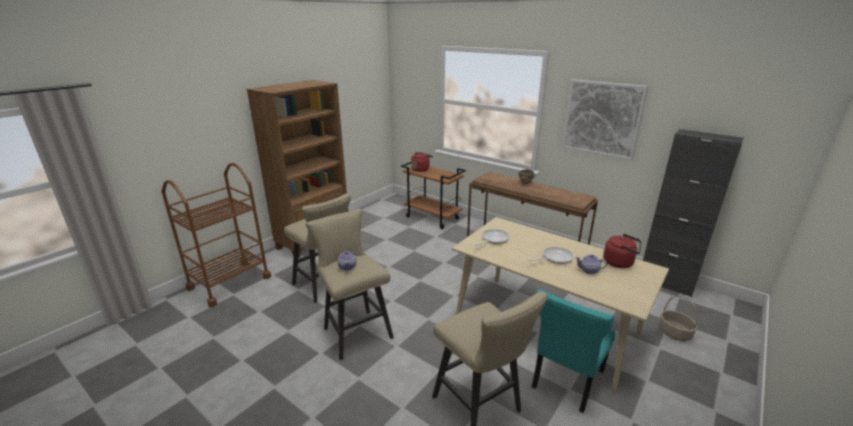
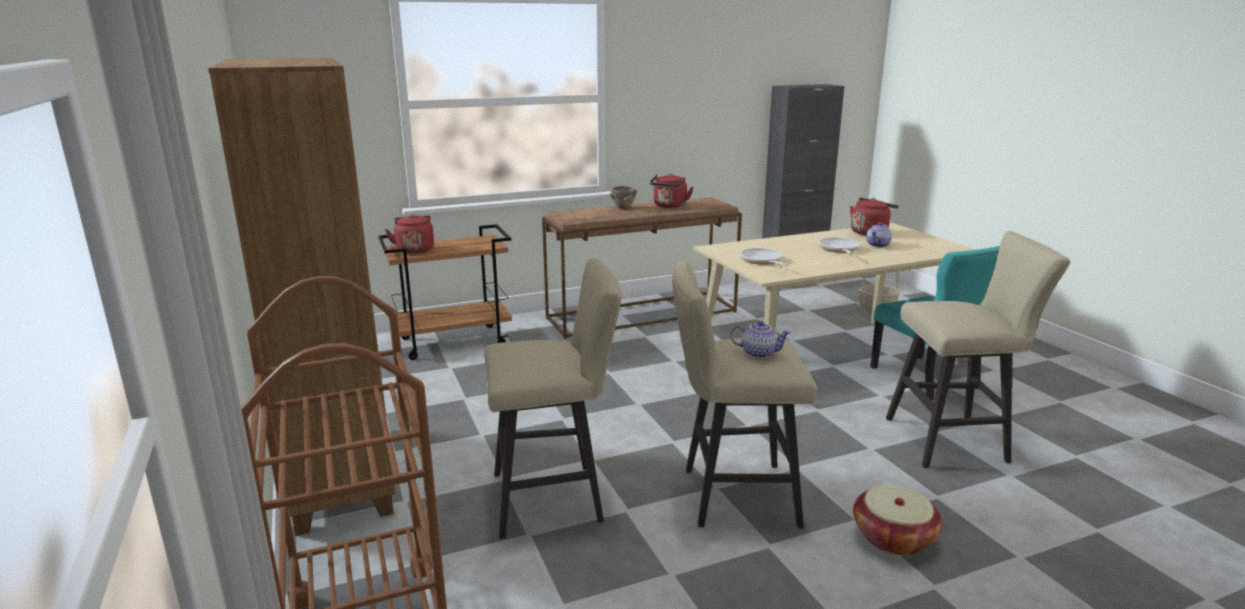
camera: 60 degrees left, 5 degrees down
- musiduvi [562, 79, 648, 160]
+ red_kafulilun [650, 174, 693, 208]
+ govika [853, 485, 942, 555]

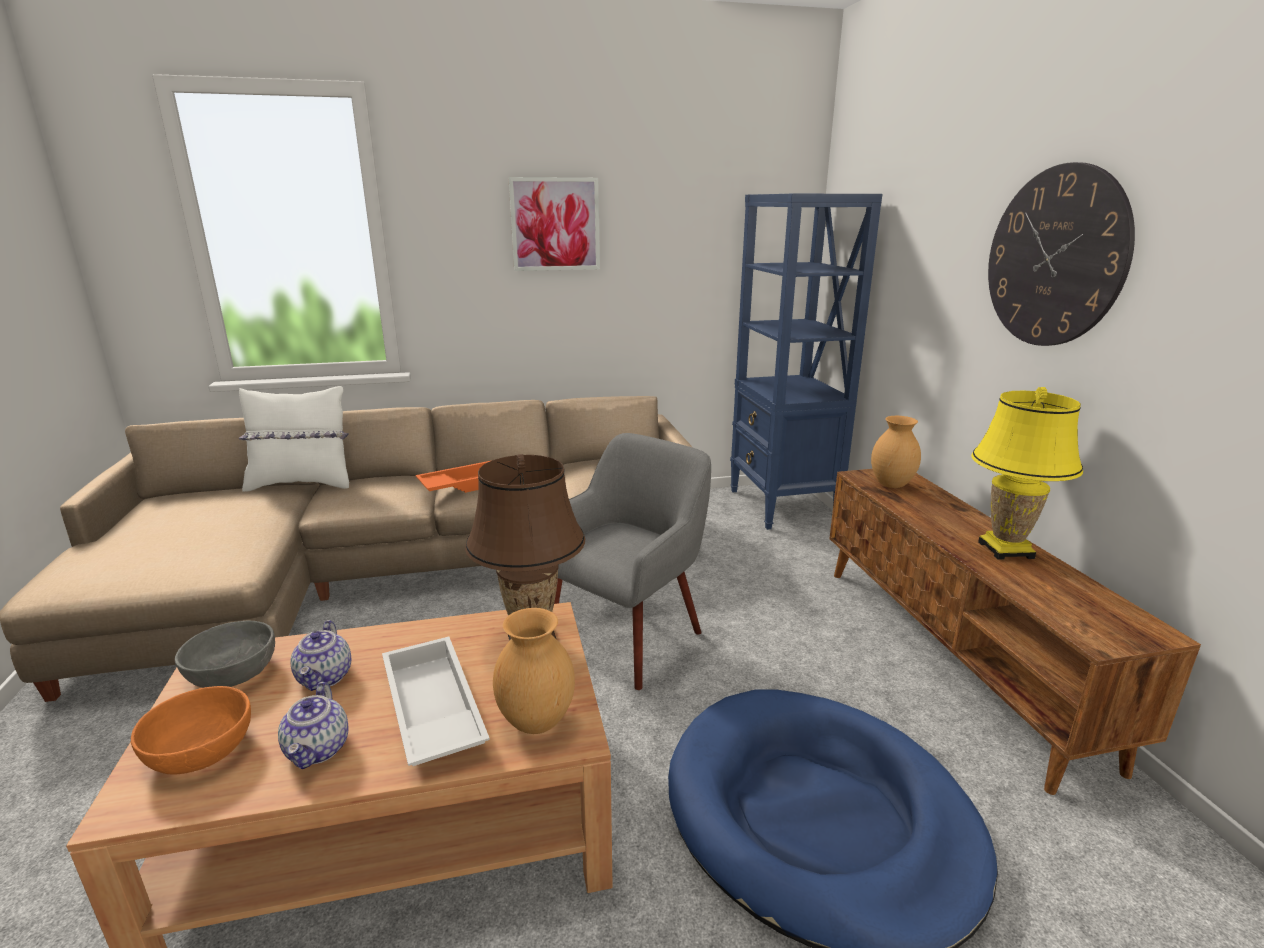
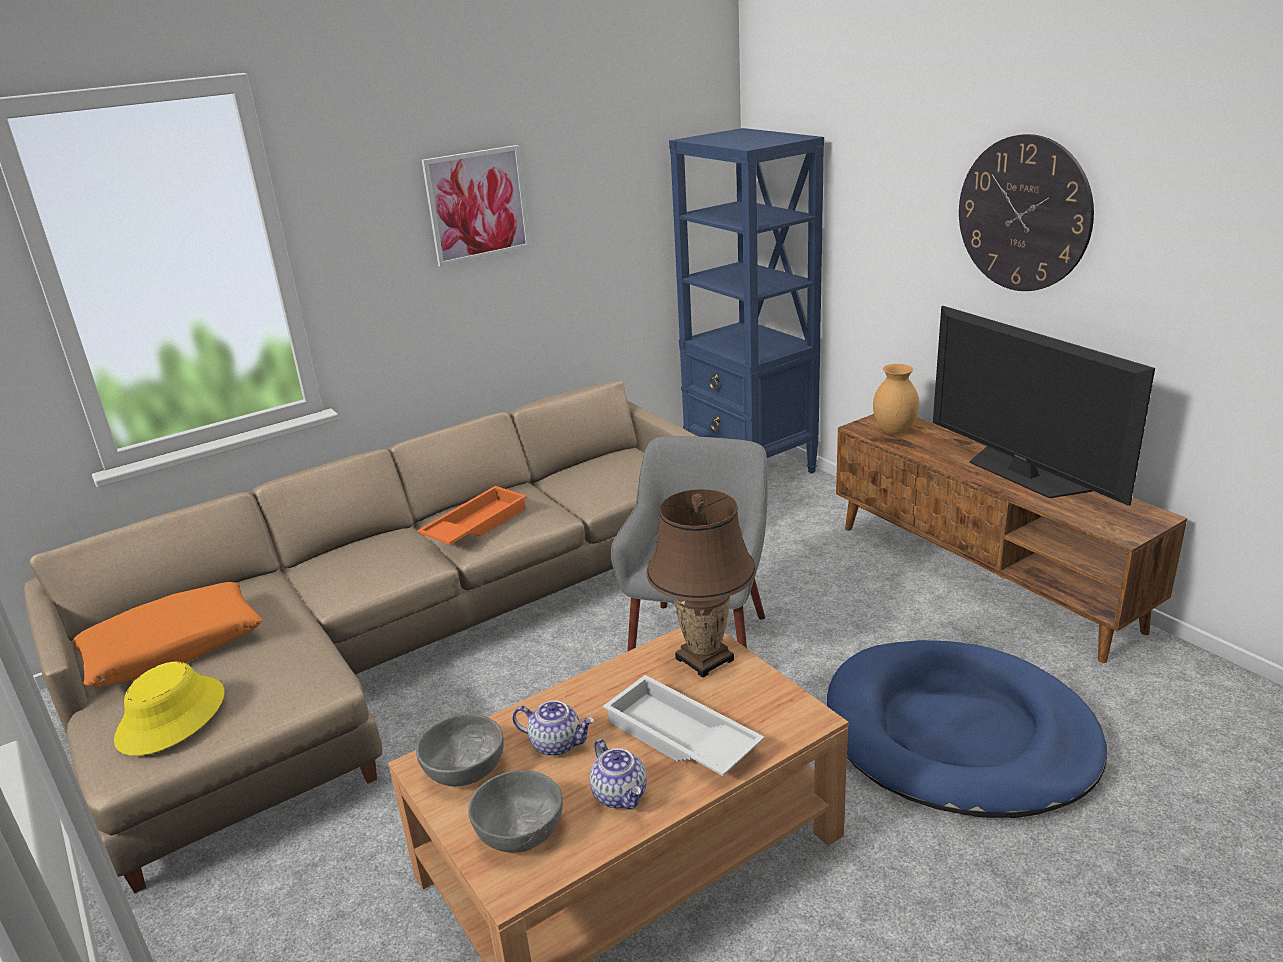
camera: 20 degrees left, 5 degrees up
- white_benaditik [238, 386, 349, 492]
~ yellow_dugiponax [971, 387, 1083, 560] to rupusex [933, 306, 1155, 506]
- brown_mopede [493, 608, 575, 734]
~ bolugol [290, 620, 351, 691] = [512, 700, 595, 756] 45 degrees counterclockwise
~ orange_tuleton [131, 686, 251, 774] to grey_tuleton [468, 770, 563, 853]
+ orange_benaditik [72, 582, 262, 687]
+ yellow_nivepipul [114, 662, 224, 756]

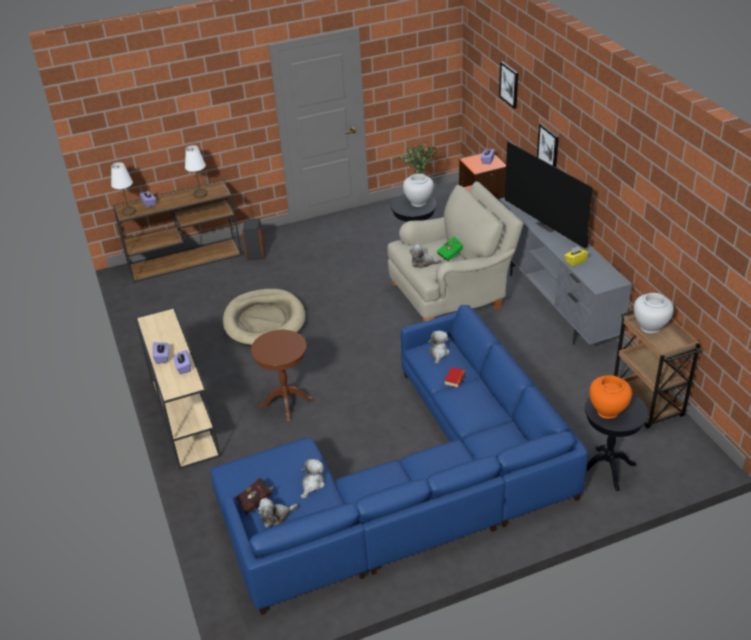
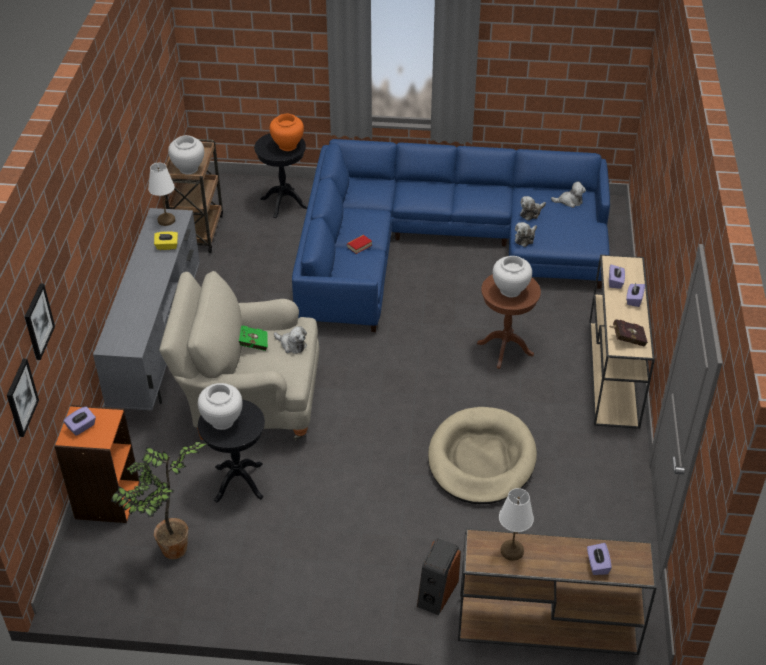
camera: 155 degrees left, 5 degrees up
~ musiduvi [537, 123, 559, 167] to [7, 359, 39, 437]
- rupusex [505, 141, 593, 248]
~ white_dugiponax [111, 162, 136, 216] to [148, 163, 175, 226]
~ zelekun [428, 330, 450, 365] to [515, 222, 537, 247]
~ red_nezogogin [235, 477, 274, 515] to [610, 319, 648, 347]
+ white_mopede [493, 256, 532, 298]

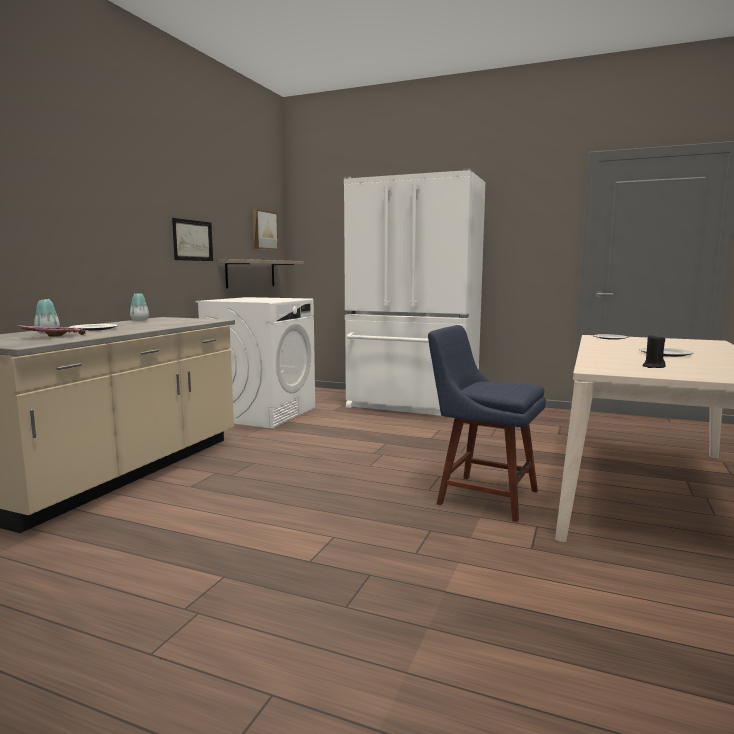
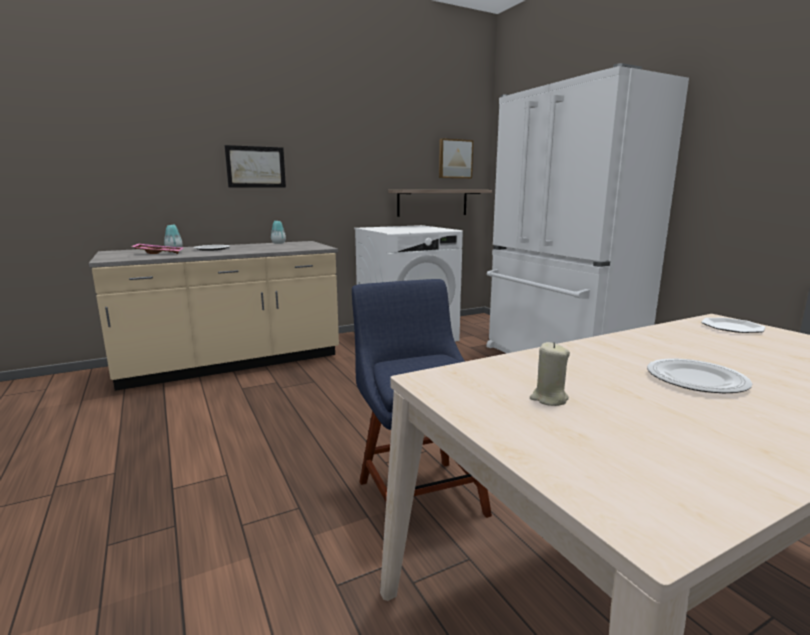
camera: 40 degrees right, 5 degrees up
~ musiduvi [172, 218, 213, 261] to [225, 145, 286, 188]
~ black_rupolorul [643, 334, 666, 368] to beige_rupolorul [530, 342, 570, 406]

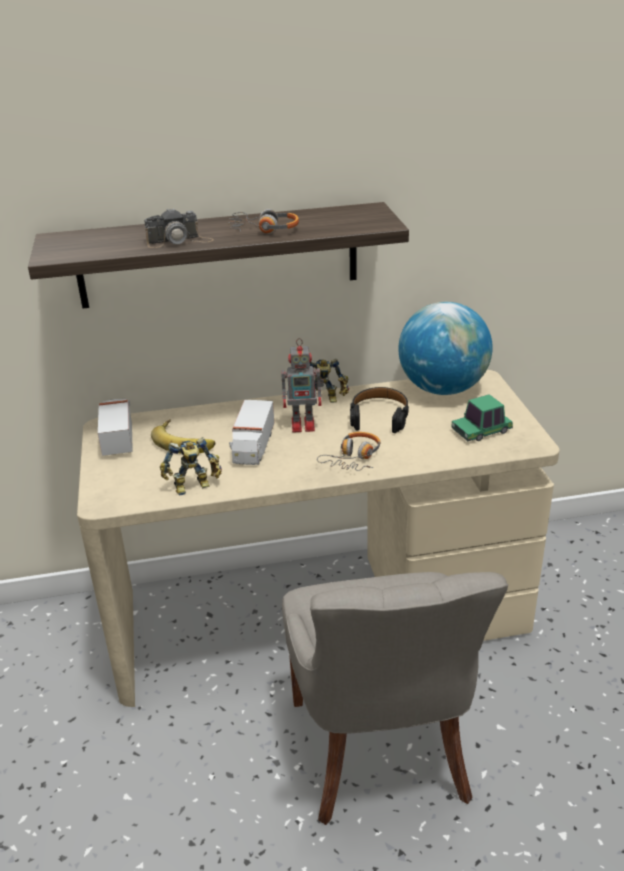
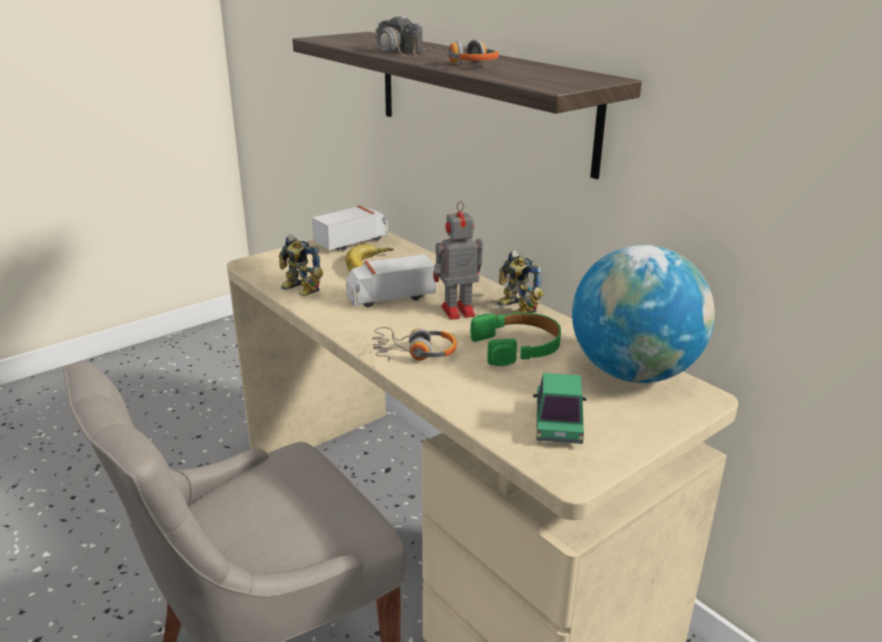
camera: 60 degrees right, 5 degrees down
~ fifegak [281, 338, 324, 432] = [433, 201, 483, 320] 105 degrees clockwise
~ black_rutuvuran [350, 387, 408, 433] to green_rutuvuran [470, 313, 561, 366]
~ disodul [451, 394, 513, 441] = [533, 373, 586, 444] 60 degrees clockwise

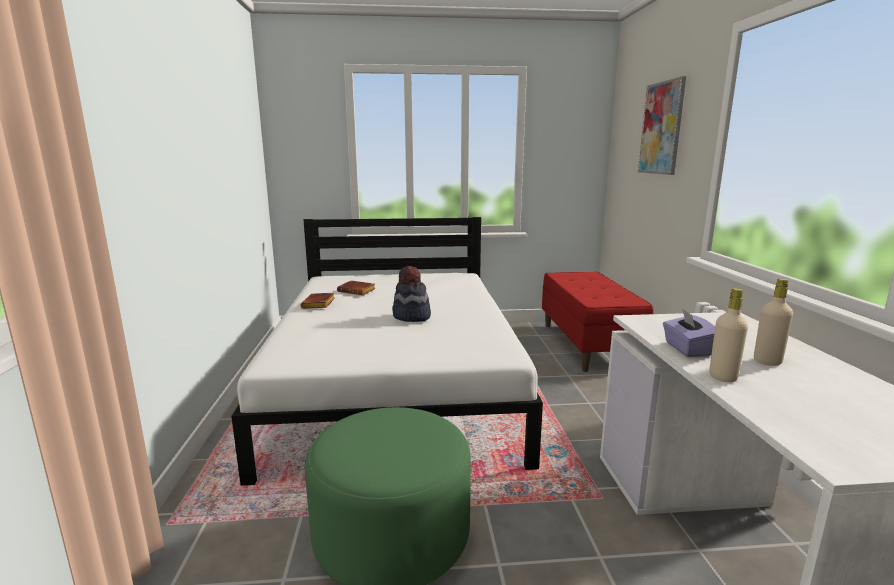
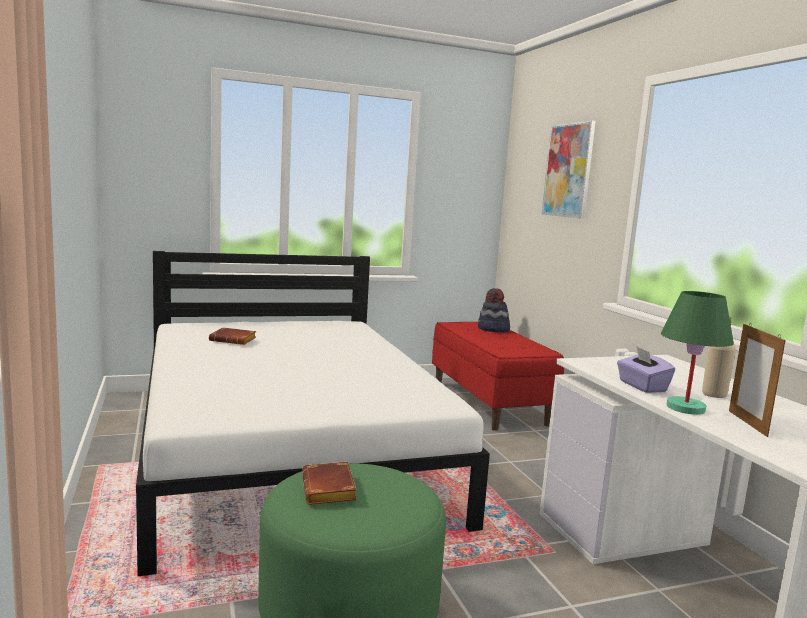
camera: 15 degrees left, 5 degrees down
~ nivepipul [392, 266, 431, 322] to [478, 288, 510, 332]
~ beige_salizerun [709, 288, 748, 382] to green_dugiponax [661, 291, 734, 415]
~ brown_nezogogin [300, 293, 335, 309] to [302, 462, 357, 505]
+ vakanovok [729, 323, 786, 437]

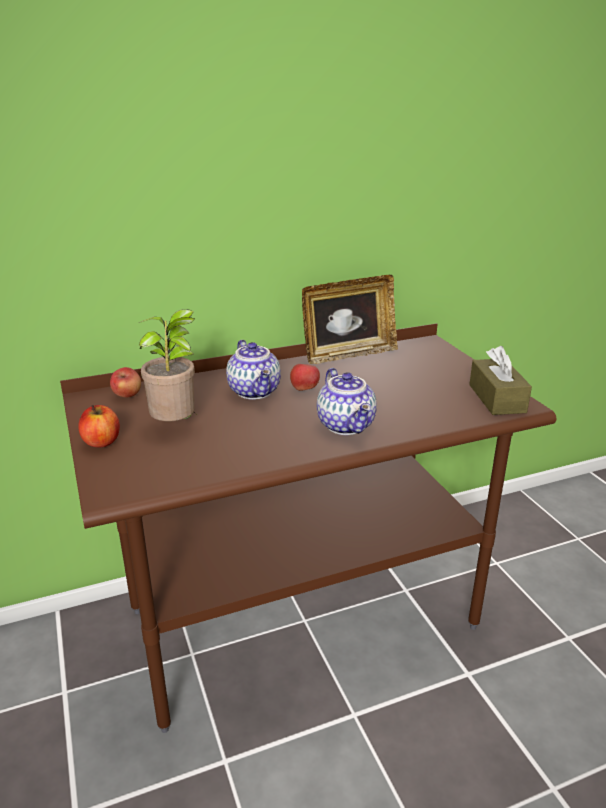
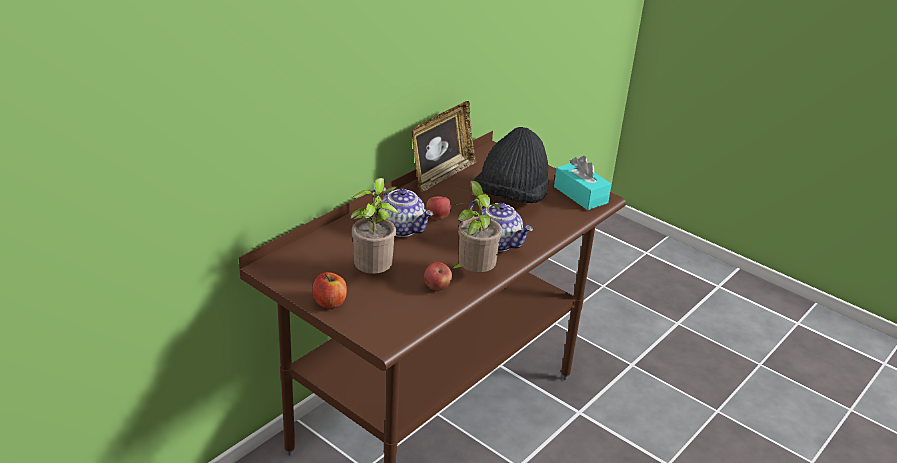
camera: 30 degrees left, 5 degrees up
~ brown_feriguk [469, 346, 532, 415] to turquoise_feriguk [554, 156, 612, 210]
~ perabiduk [110, 367, 141, 398] to [424, 262, 452, 290]
+ black_nivepipul [474, 127, 549, 203]
+ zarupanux [451, 180, 502, 273]

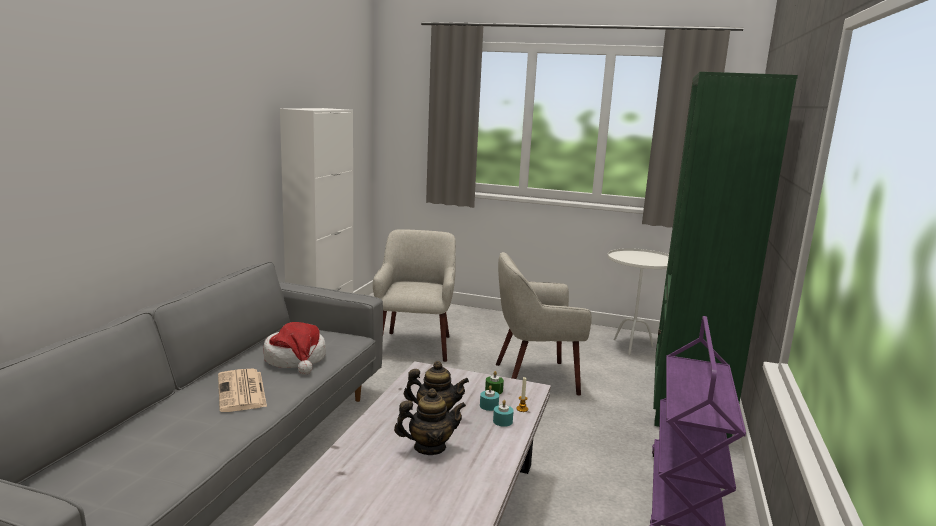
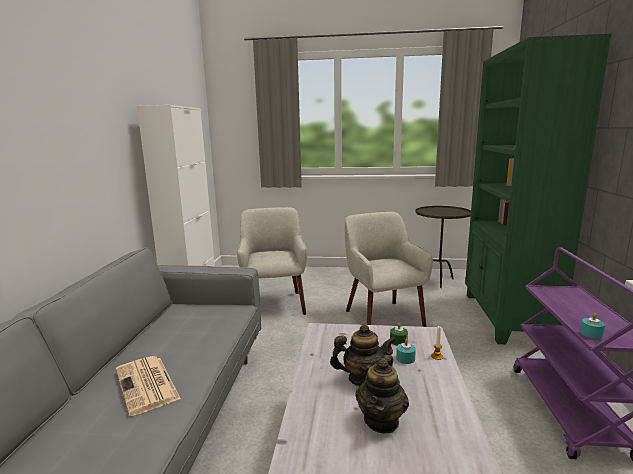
camera: 10 degrees left, 0 degrees up
~ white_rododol [608, 248, 669, 355] to brown_rododol [415, 206, 471, 288]
~ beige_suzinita [496, 252, 592, 396] = [345, 212, 433, 327] 90 degrees clockwise
- nivepipul [263, 322, 326, 375]
~ bolugol [394, 388, 466, 455] = [355, 355, 409, 434] 135 degrees clockwise
~ turquoise_rupolorul [493, 400, 514, 427] to [580, 313, 605, 339]

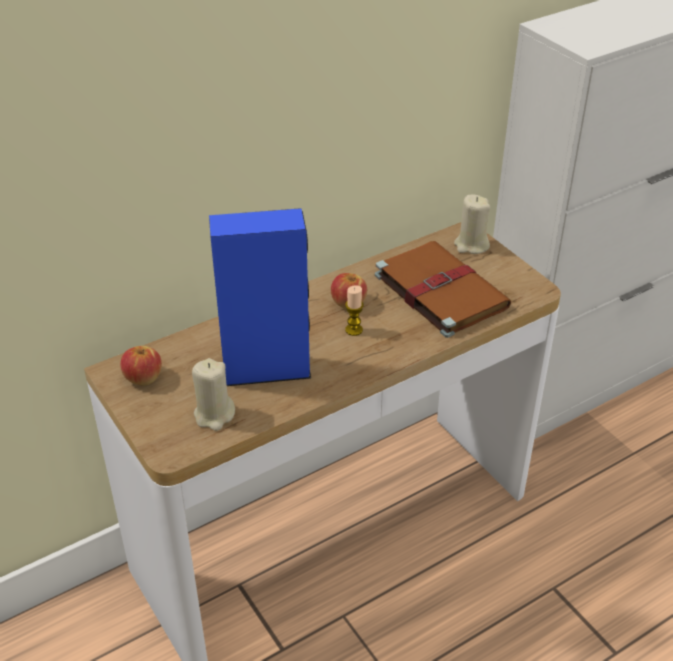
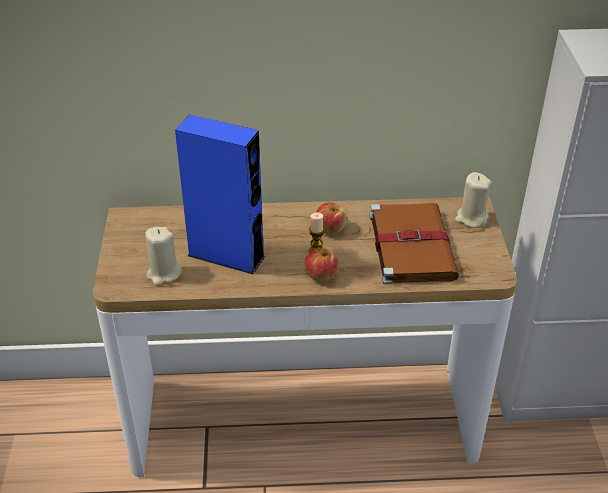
camera: 30 degrees right, 0 degrees up
~ perabiduk [120, 346, 162, 385] to [305, 248, 339, 282]

